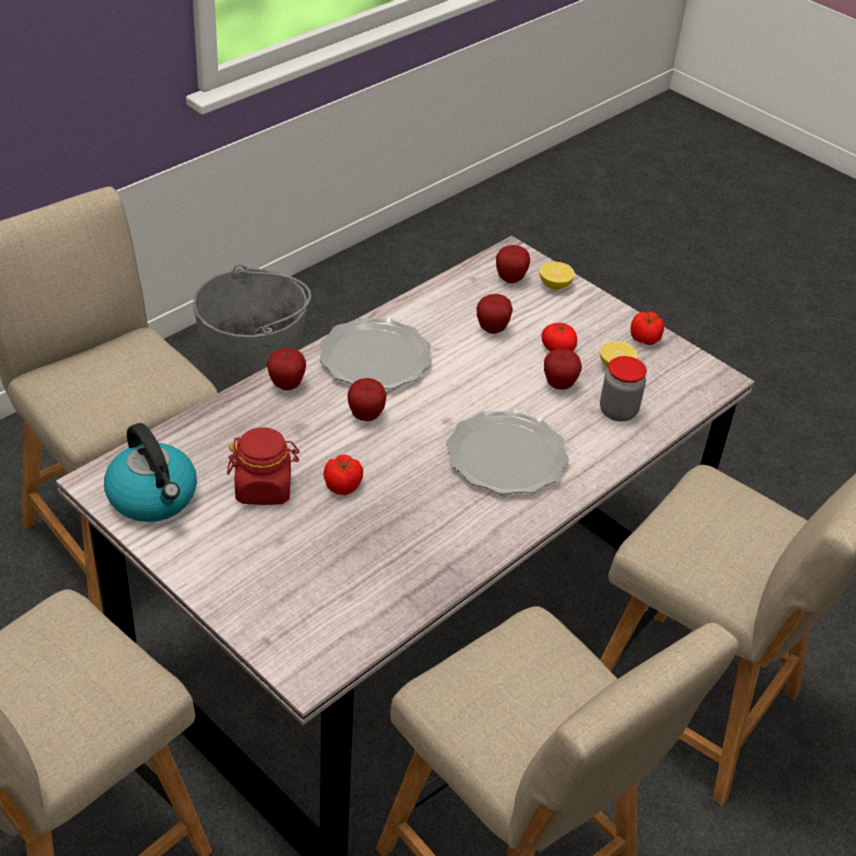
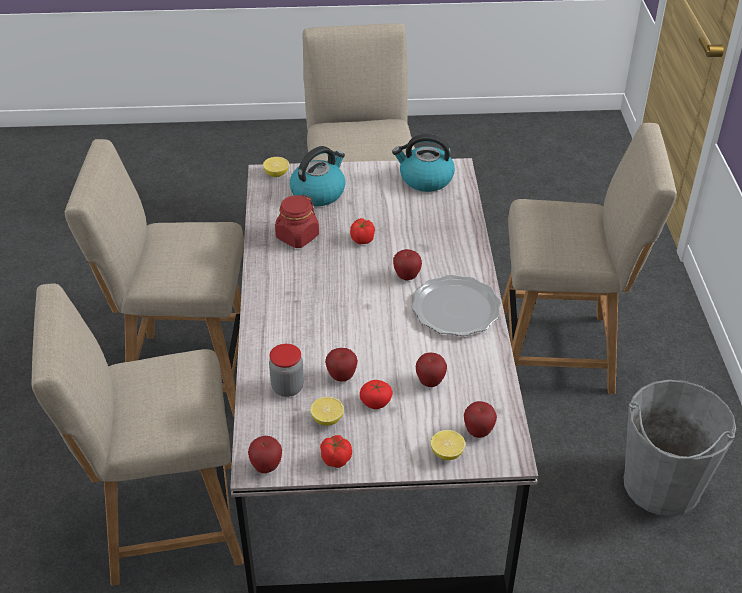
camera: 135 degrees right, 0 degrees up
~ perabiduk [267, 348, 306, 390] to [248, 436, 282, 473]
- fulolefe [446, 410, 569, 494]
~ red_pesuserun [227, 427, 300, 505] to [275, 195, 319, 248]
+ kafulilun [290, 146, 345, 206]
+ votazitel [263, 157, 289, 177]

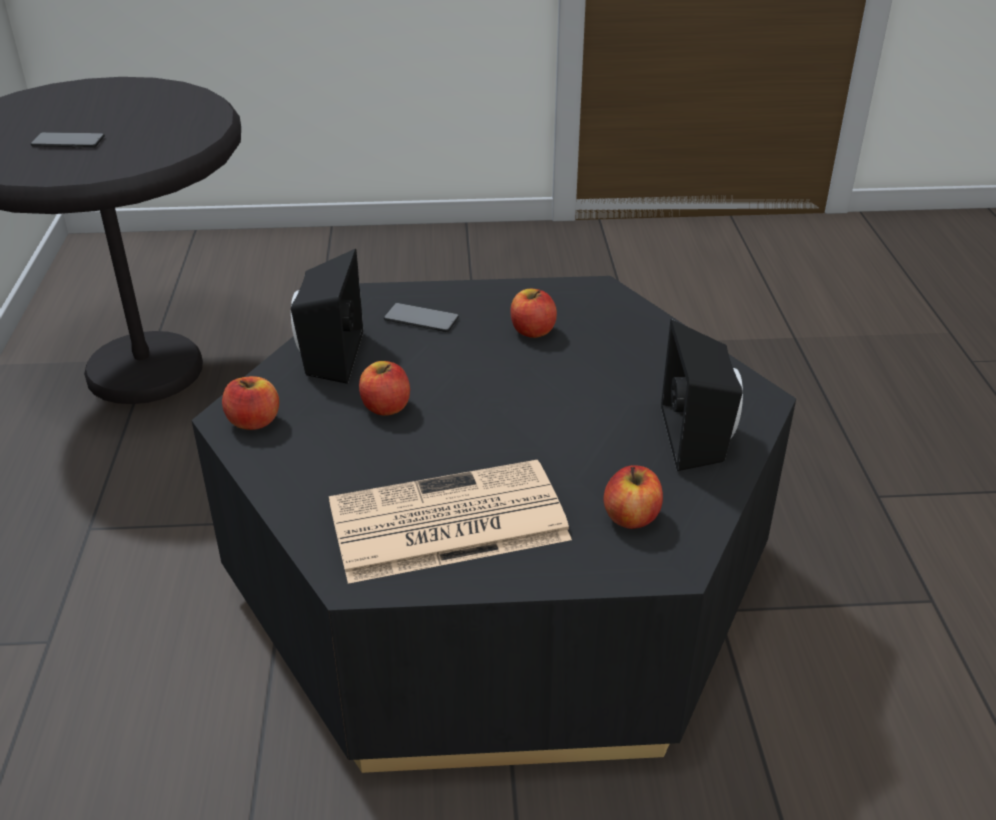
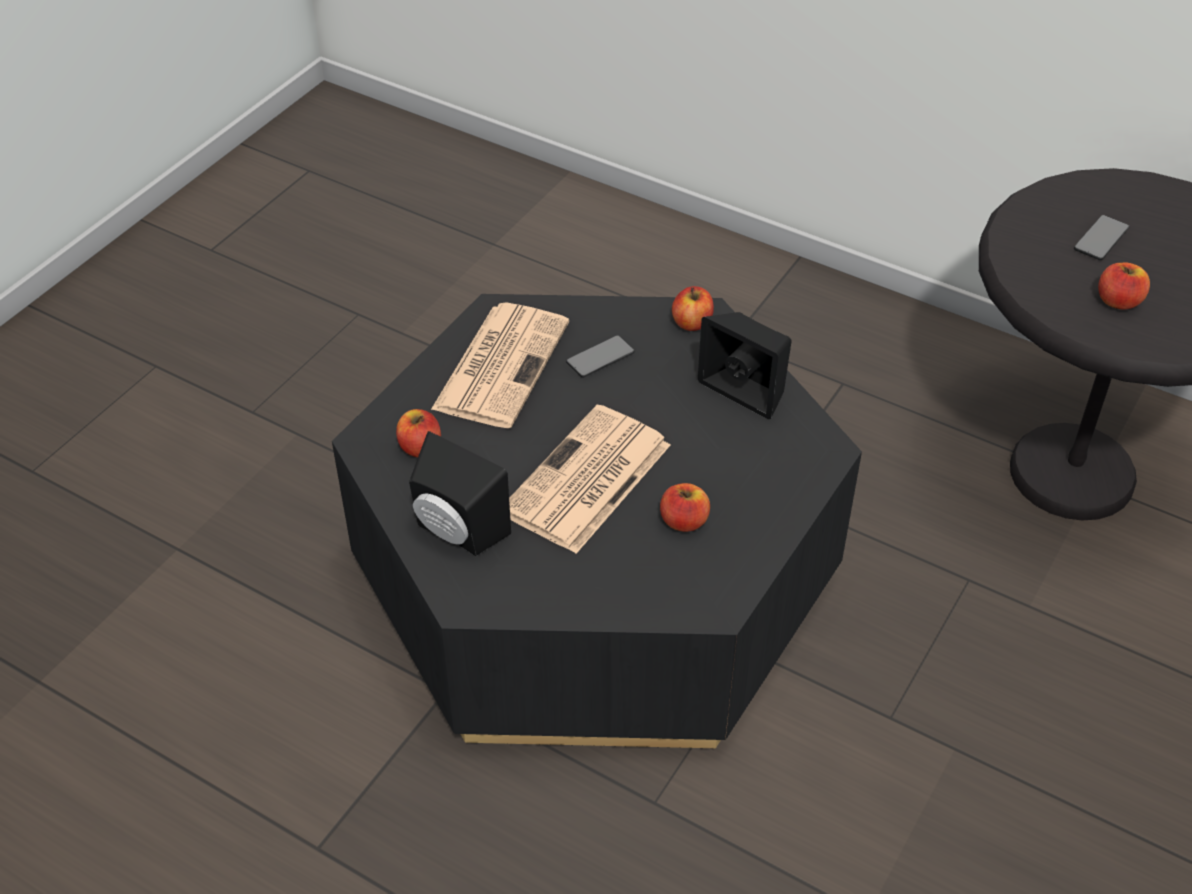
camera: 125 degrees right, 10 degrees up
~ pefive [384, 303, 459, 332] to [566, 335, 635, 378]
~ perabiduk [359, 361, 410, 416] to [1098, 262, 1150, 309]
+ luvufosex [509, 405, 670, 554]

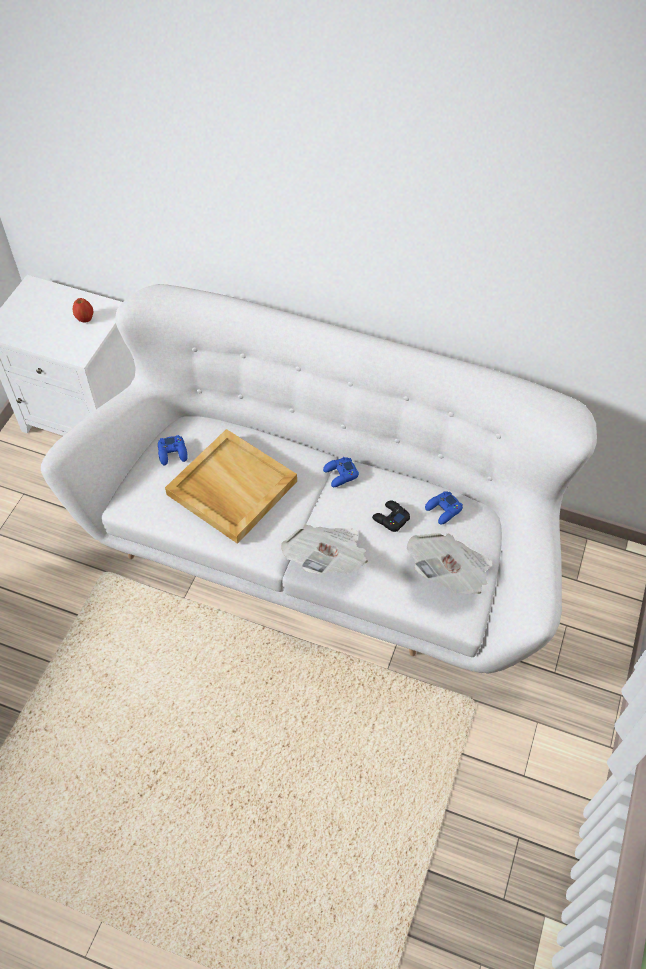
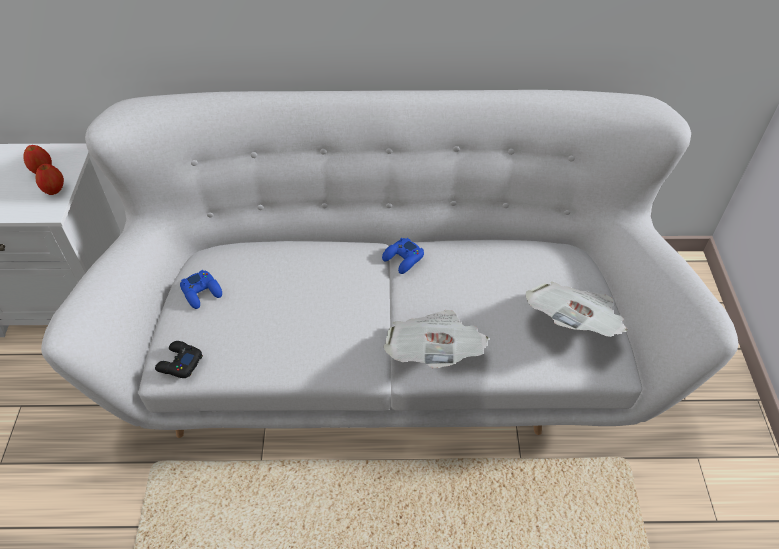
camera: 20 degrees left, 5 degrees down
- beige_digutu [165, 429, 297, 544]
- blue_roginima [425, 491, 463, 525]
~ black_roginima [372, 500, 410, 532] to [155, 341, 203, 378]
+ perabiduk [35, 164, 64, 195]

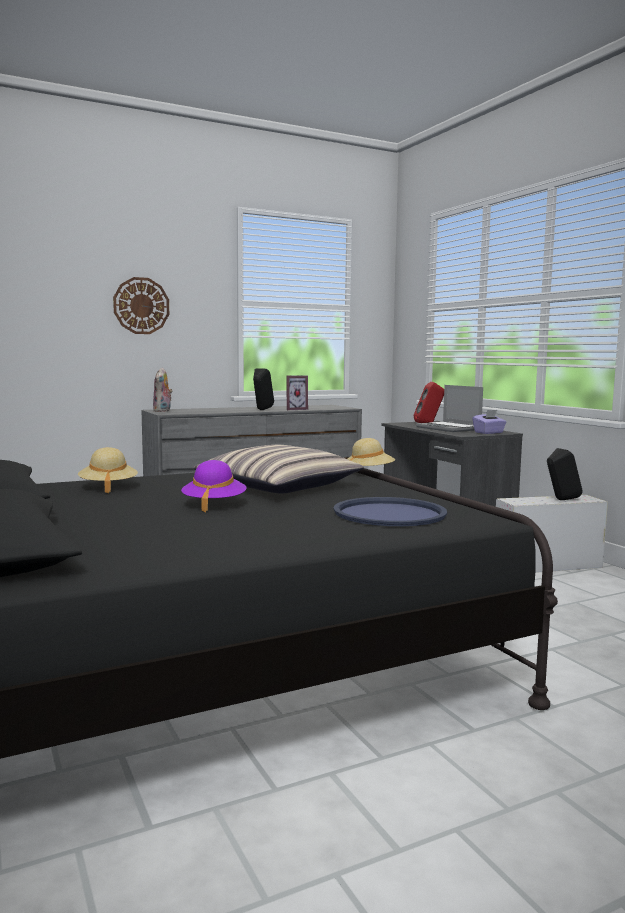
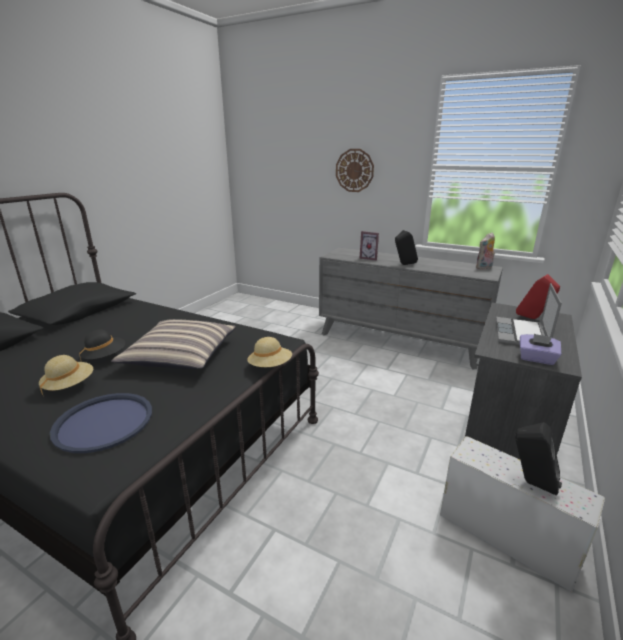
camera: 55 degrees right, 15 degrees up
~ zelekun [153, 368, 173, 412] to [476, 233, 495, 269]
~ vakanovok [286, 375, 308, 410] to [359, 231, 379, 261]
~ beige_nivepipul [78, 447, 138, 493] to [39, 355, 93, 395]
~ purple_nivepipul [181, 460, 247, 512] to black_nivepipul [79, 329, 125, 360]

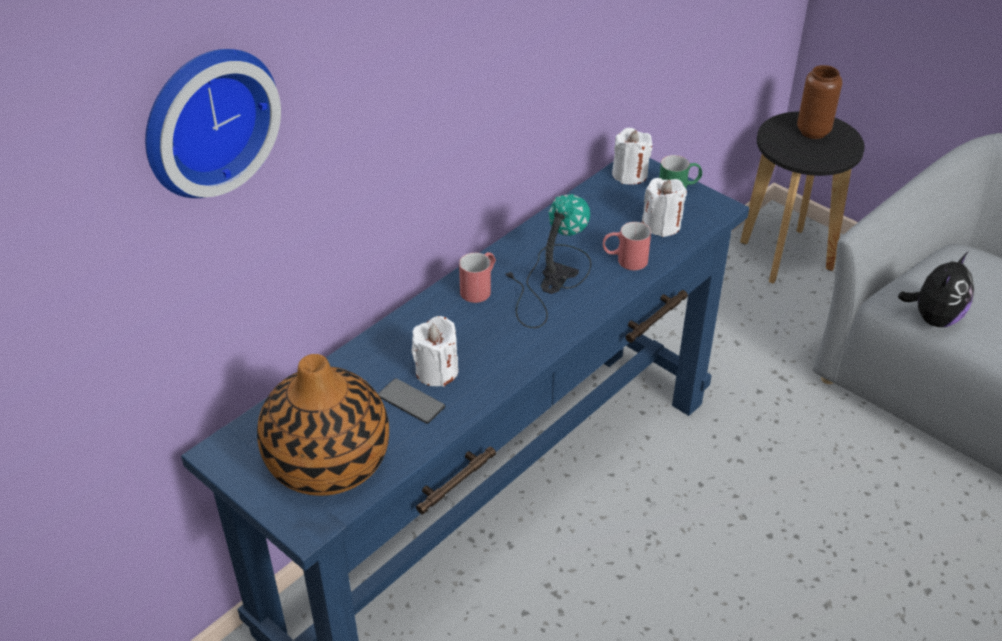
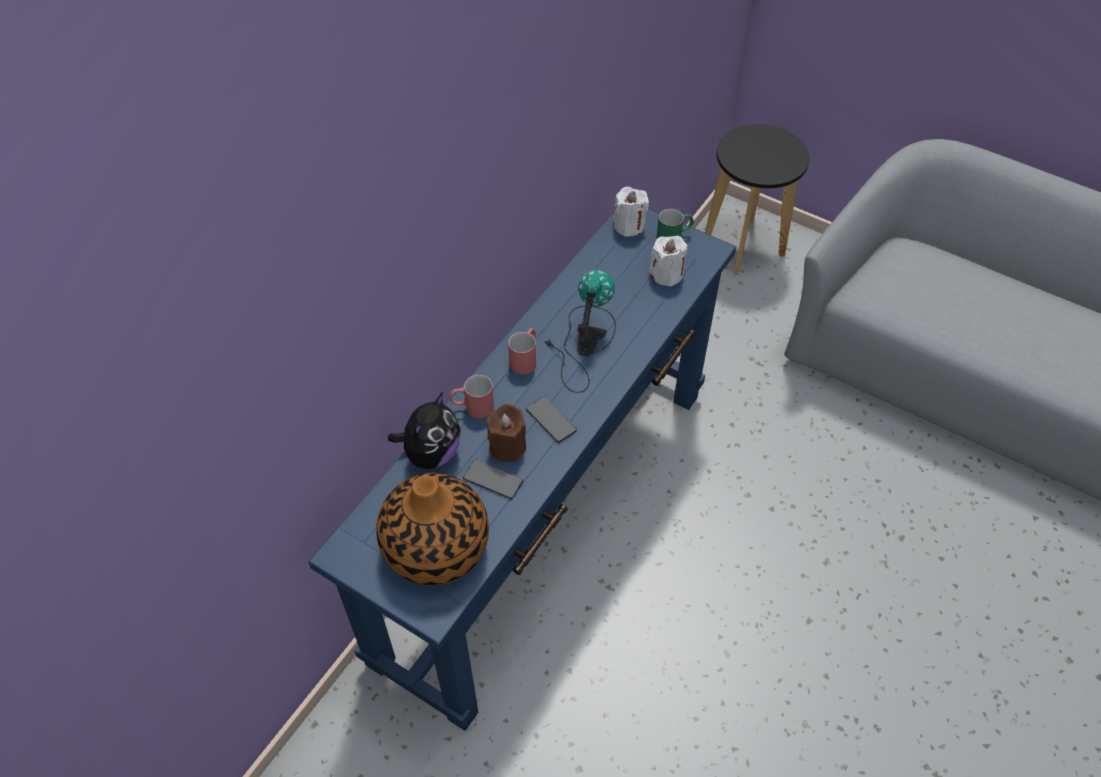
camera: 10 degrees left, 10 degrees up
- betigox [145, 49, 281, 198]
- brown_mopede [797, 65, 842, 139]
~ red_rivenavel [603, 222, 651, 270] to [450, 375, 494, 418]
~ zelekun [898, 251, 974, 327] to [388, 392, 461, 469]
~ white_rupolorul [412, 316, 458, 387] to brown_rupolorul [487, 404, 526, 462]
+ pefive [526, 397, 577, 443]

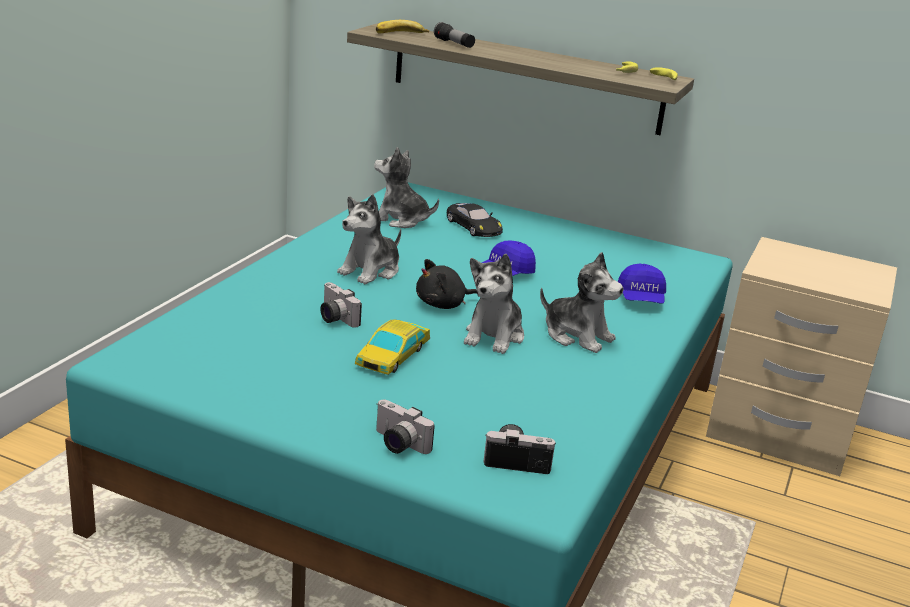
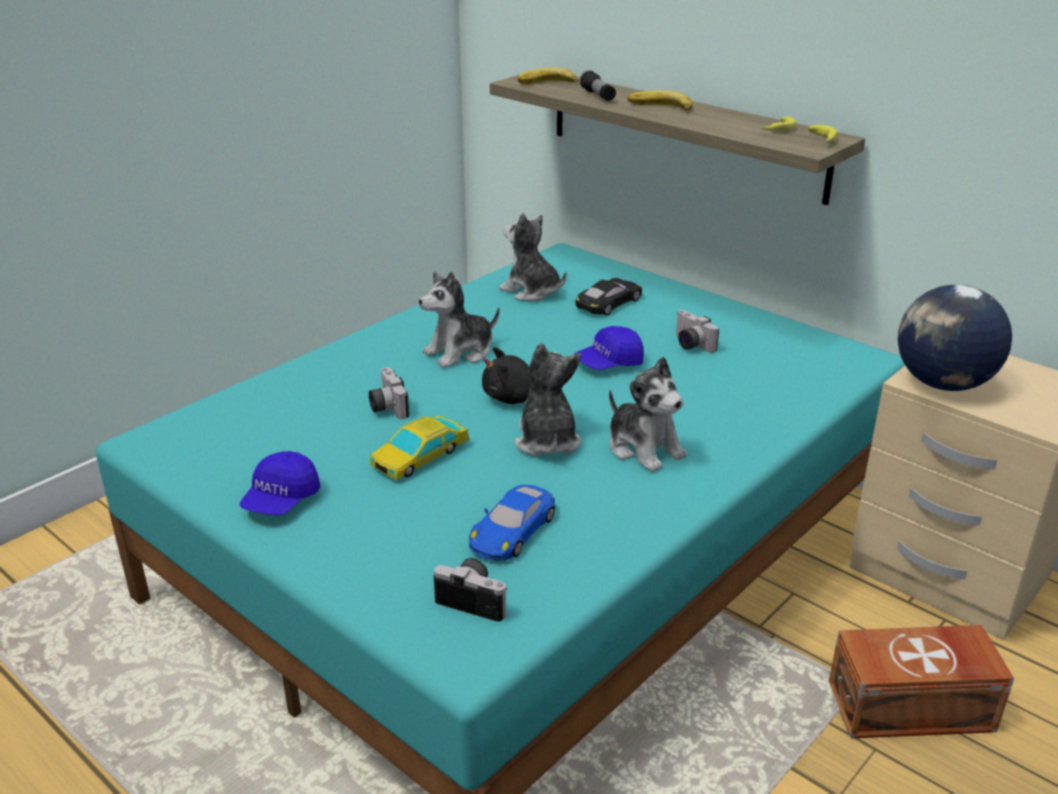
camera: 20 degrees right, 5 degrees up
~ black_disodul [447, 203, 503, 237] = [575, 278, 642, 316] 120 degrees counterclockwise
~ zelekun [464, 254, 524, 354] = [514, 343, 581, 456] 135 degrees clockwise
~ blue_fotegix [618, 264, 666, 304] to [240, 451, 321, 515]
~ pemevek [376, 400, 435, 454] to [676, 310, 719, 353]
+ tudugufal [628, 91, 693, 111]
+ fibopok [898, 285, 1012, 391]
+ blue_disodul [469, 485, 555, 561]
+ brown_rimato [829, 625, 1014, 739]

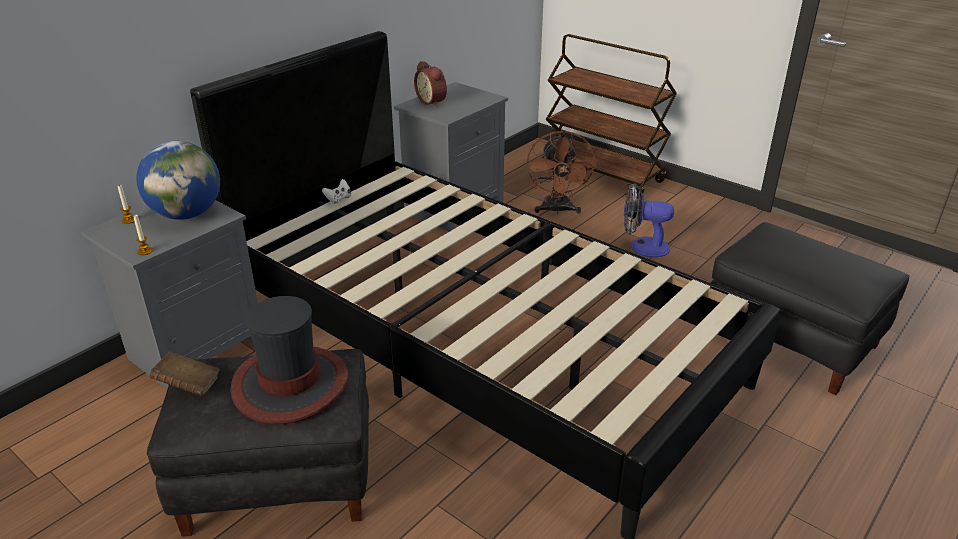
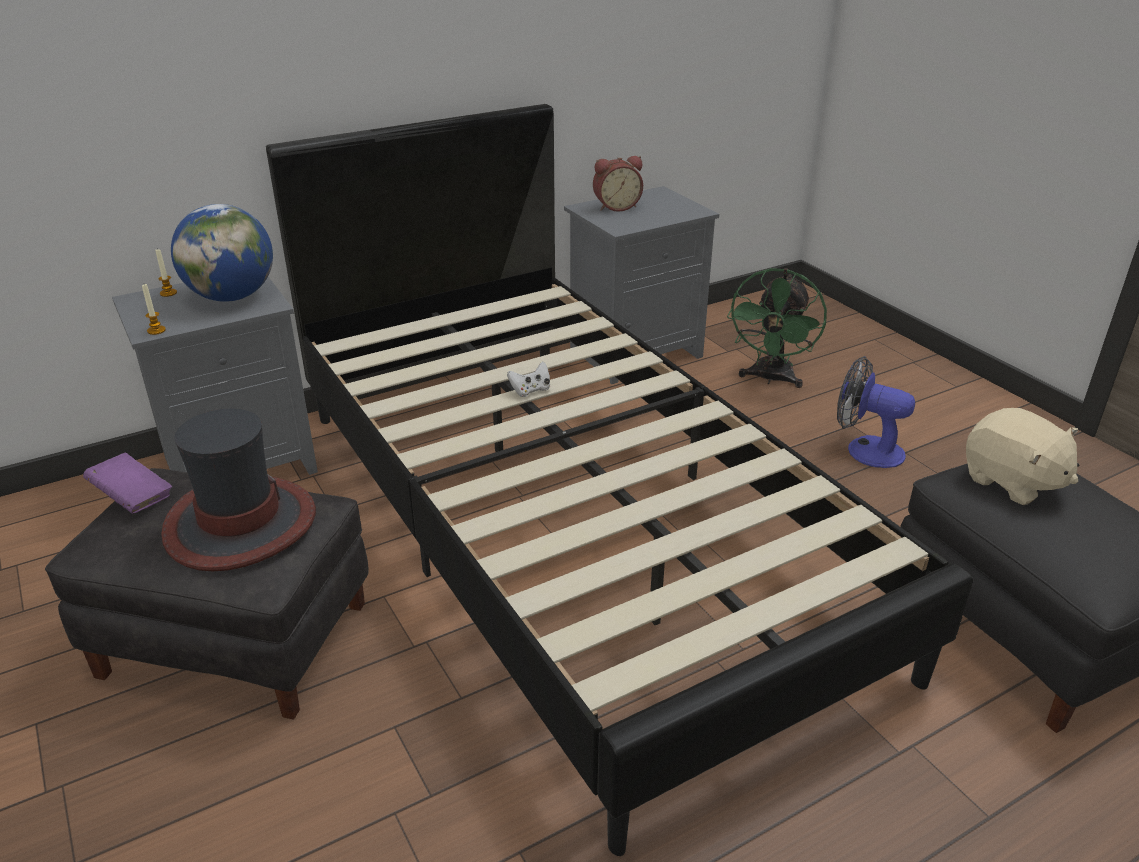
camera: 20 degrees right, 0 degrees up
- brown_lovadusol [542, 34, 677, 199]
~ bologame [414, 61, 447, 107] = [593, 156, 643, 212] 90 degrees counterclockwise
~ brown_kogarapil [527, 130, 596, 214] to green_kogarapil [727, 268, 827, 388]
~ white_roginima [322, 179, 351, 204] to [507, 361, 550, 397]
~ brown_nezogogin [149, 352, 220, 396] to purple_nezogogin [83, 453, 172, 514]
+ beige_zelekun [966, 408, 1079, 505]

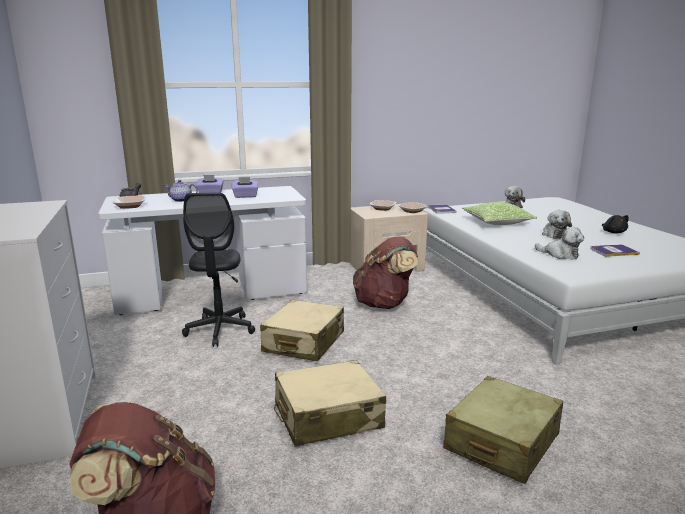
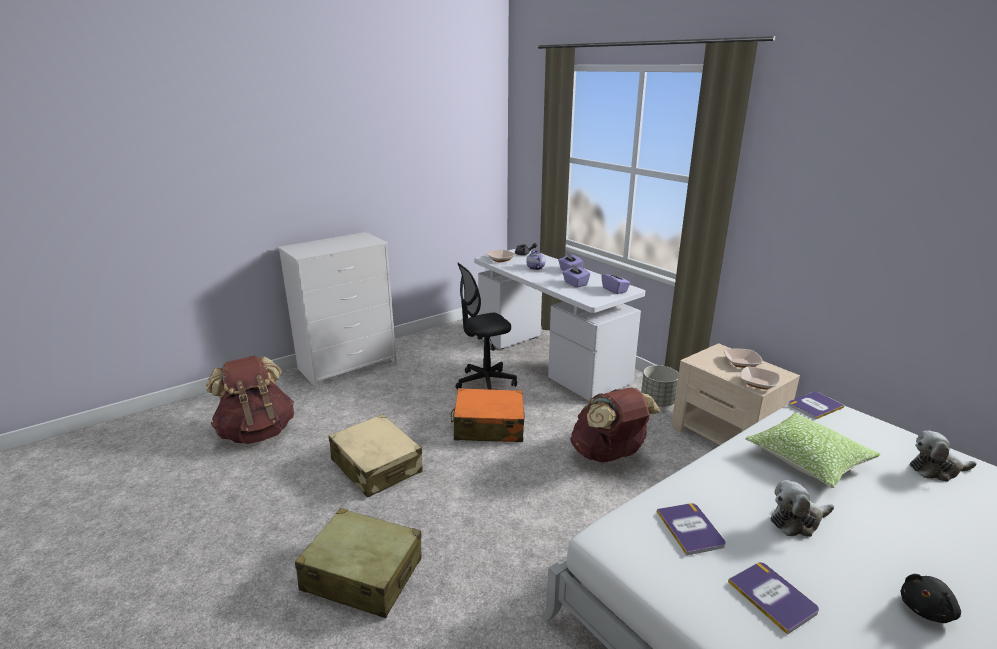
camera: 70 degrees right, 5 degrees up
~ zelekun [535, 227, 584, 260] to nezogogin [657, 503, 726, 555]
~ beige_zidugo [260, 300, 344, 361] to orange_zidugo [451, 388, 525, 442]
+ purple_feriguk [601, 269, 631, 294]
+ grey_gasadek [641, 365, 679, 407]

